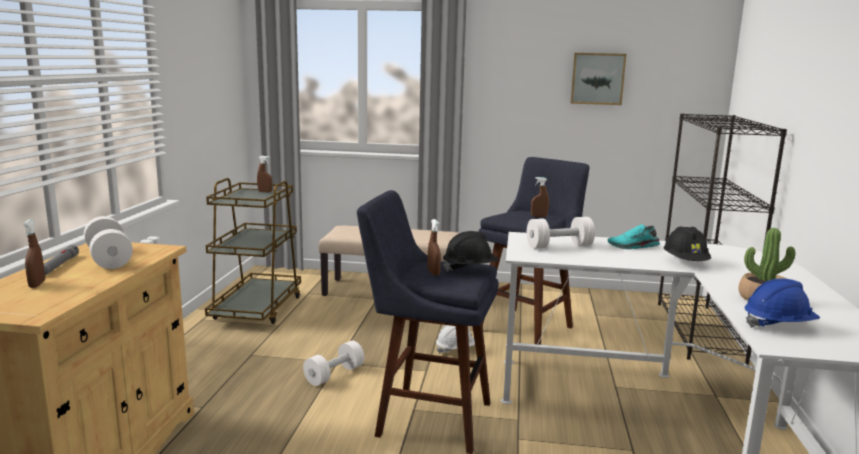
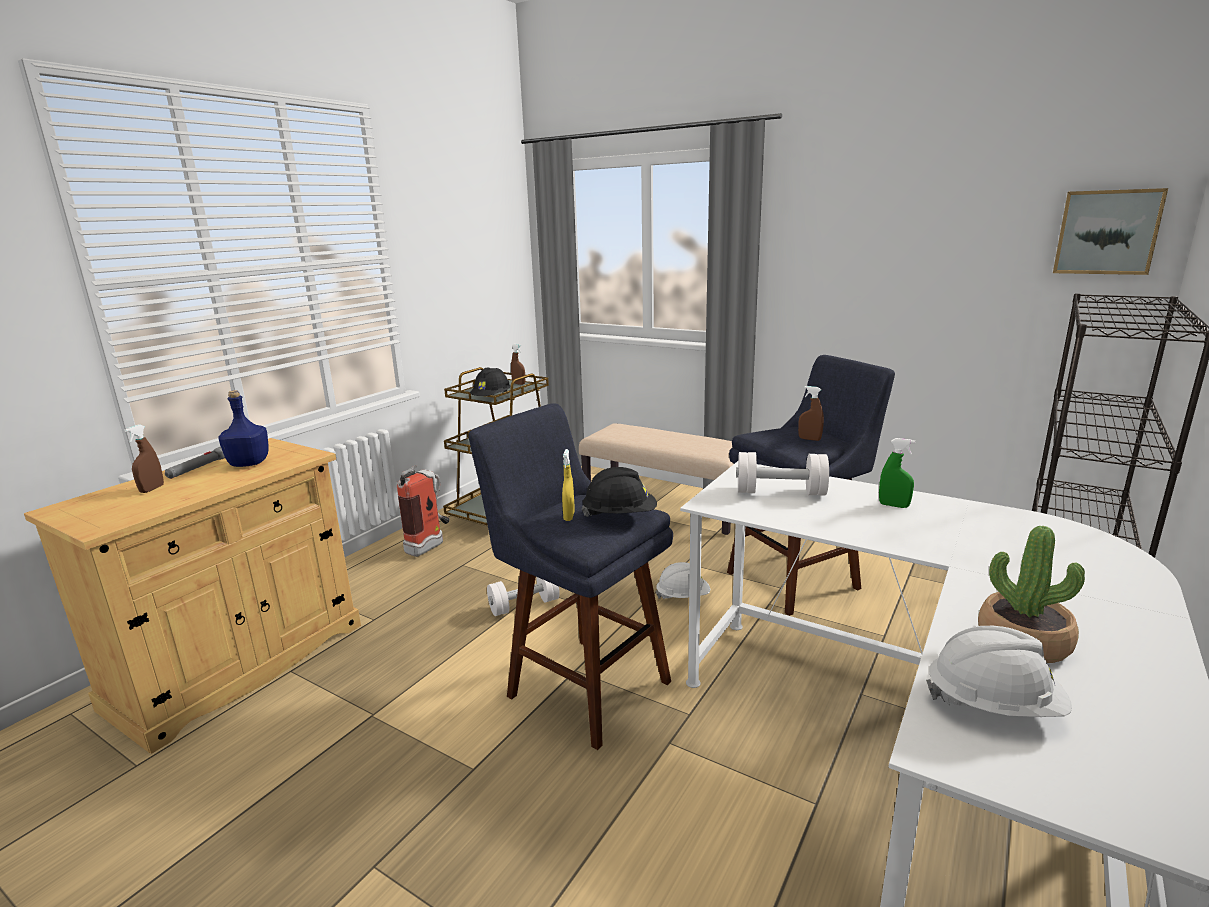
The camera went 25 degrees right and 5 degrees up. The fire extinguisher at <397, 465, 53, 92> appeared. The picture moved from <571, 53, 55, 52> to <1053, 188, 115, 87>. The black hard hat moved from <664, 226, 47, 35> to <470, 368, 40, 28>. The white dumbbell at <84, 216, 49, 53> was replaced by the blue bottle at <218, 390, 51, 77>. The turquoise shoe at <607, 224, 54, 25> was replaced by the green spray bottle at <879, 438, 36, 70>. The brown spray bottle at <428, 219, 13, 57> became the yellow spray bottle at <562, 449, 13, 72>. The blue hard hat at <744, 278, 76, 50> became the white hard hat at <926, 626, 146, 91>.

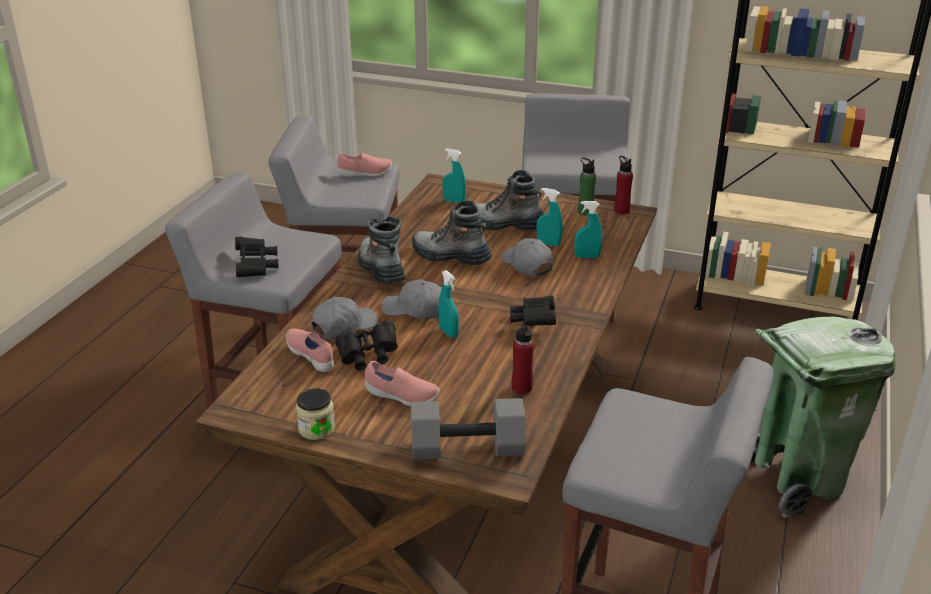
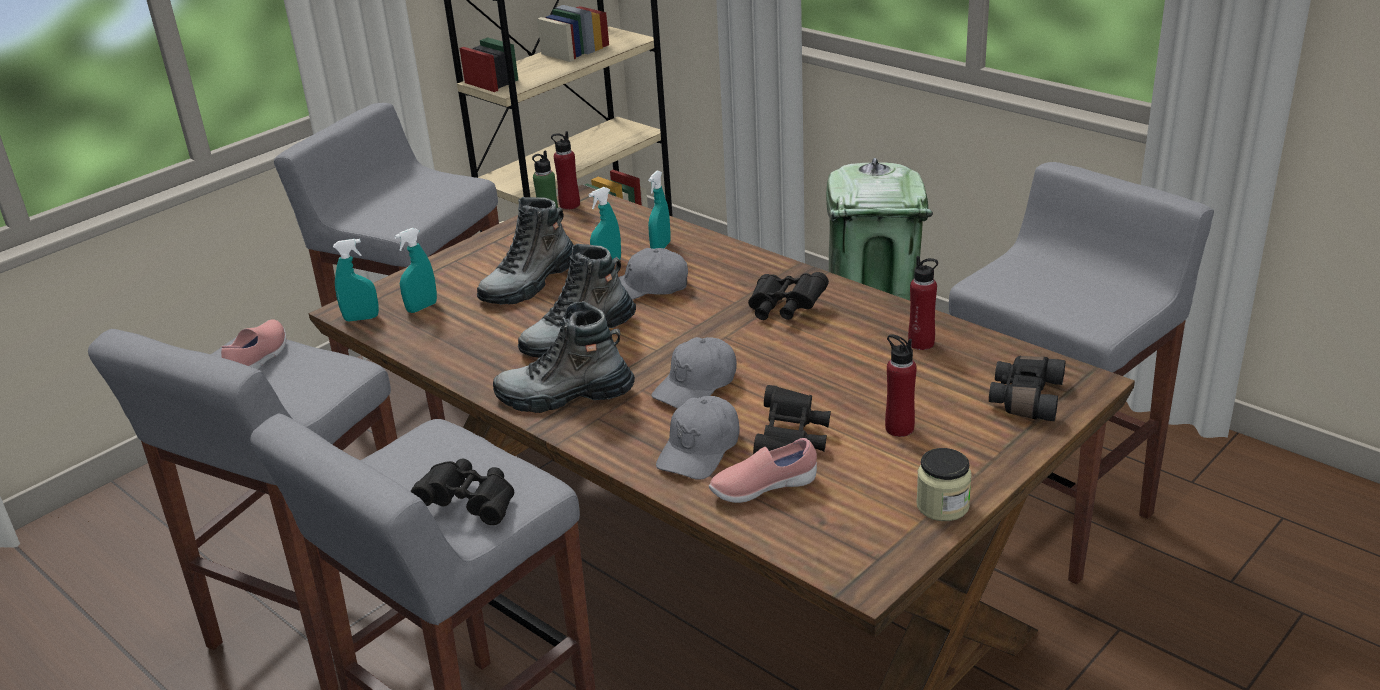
The camera went 65 degrees left and 0 degrees up. The turquoise spray bottle moved from <438, 270, 21, 68> to <333, 239, 46, 82>. The pink shoe at <365, 361, 75, 45> was replaced by the red bottle at <885, 334, 32, 103>. The grey dumbbell at <411, 398, 115, 62> was replaced by the black binoculars at <989, 356, 77, 65>. The grey cap at <311, 297, 67, 42> turned 135 degrees counterclockwise.

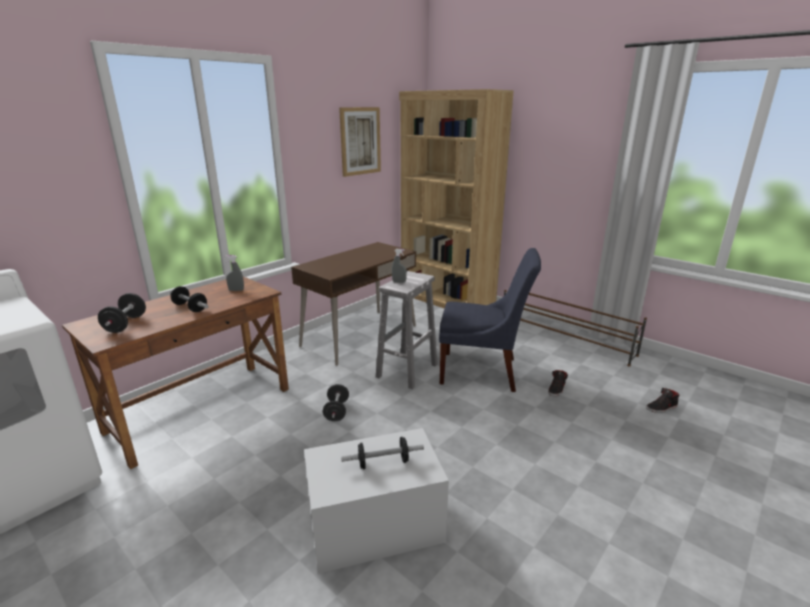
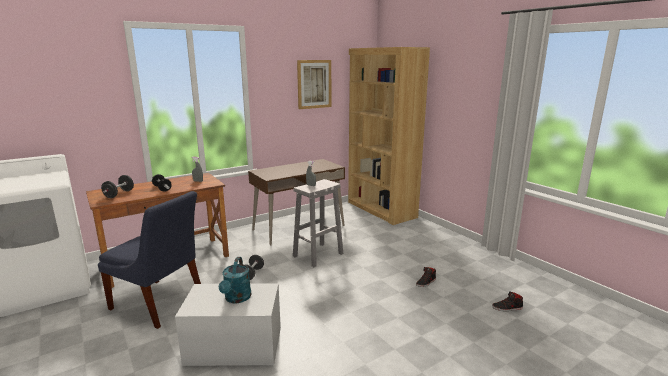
The camera went 15 degrees right and 5 degrees down. The brown shoe rack at <504, 290, 143, 77> disappeared. The blue chair moved from <439, 248, 102, 144> to <98, 191, 103, 138>. The dumbbell at <341, 437, 83, 32> was replaced by the turquoise watering can at <219, 257, 33, 46>.

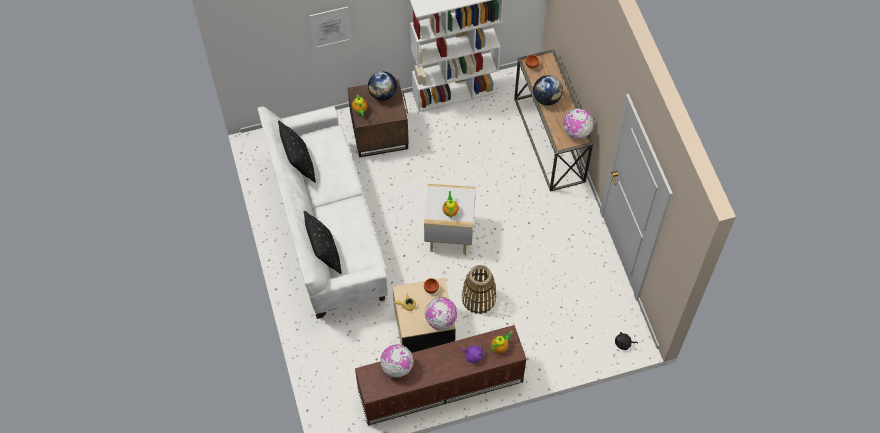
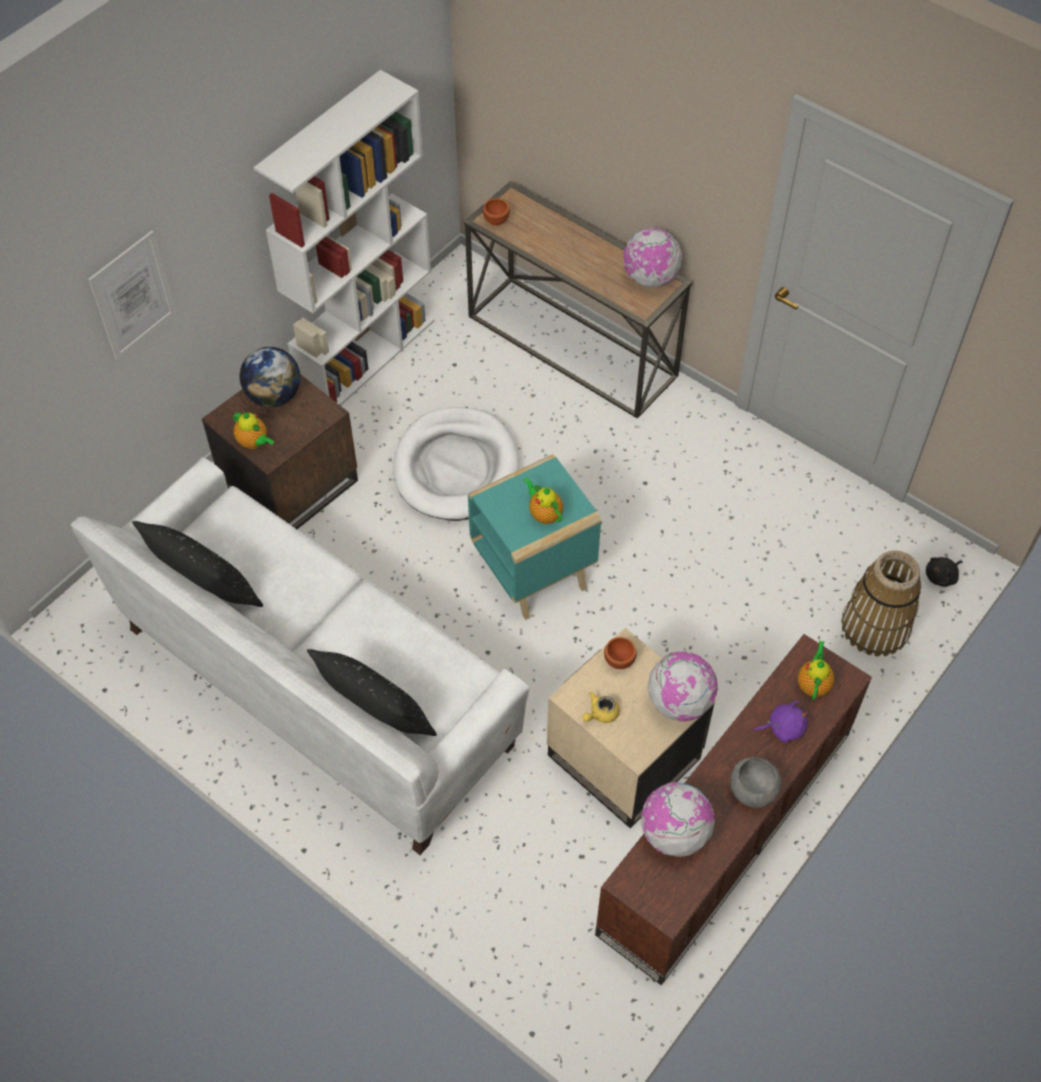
The camera went 35 degrees left and 5 degrees down. The globe at <533, 75, 30, 30> disappeared. The white dog bed at <393, 407, 126, 114> appeared. The grey bowl at <730, 757, 51, 51> appeared. The basket moved from <462, 265, 34, 49> to <841, 550, 80, 107>. The white side table at <424, 184, 52, 70> became the turquoise side table at <468, 455, 133, 165>.

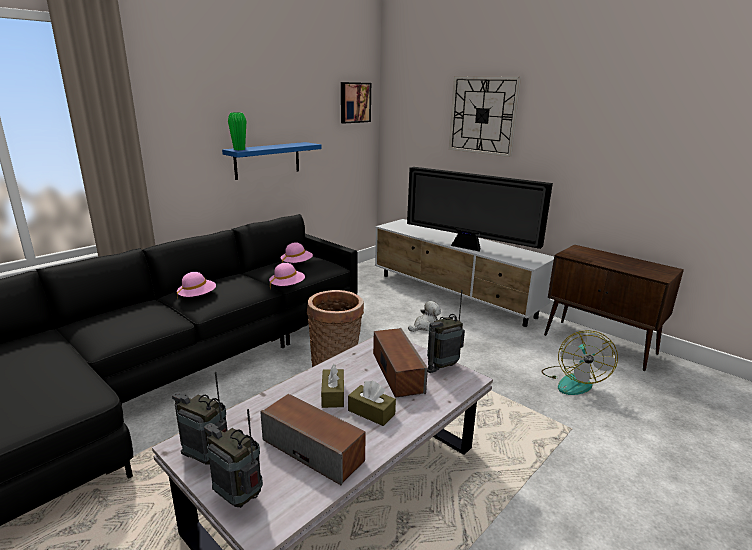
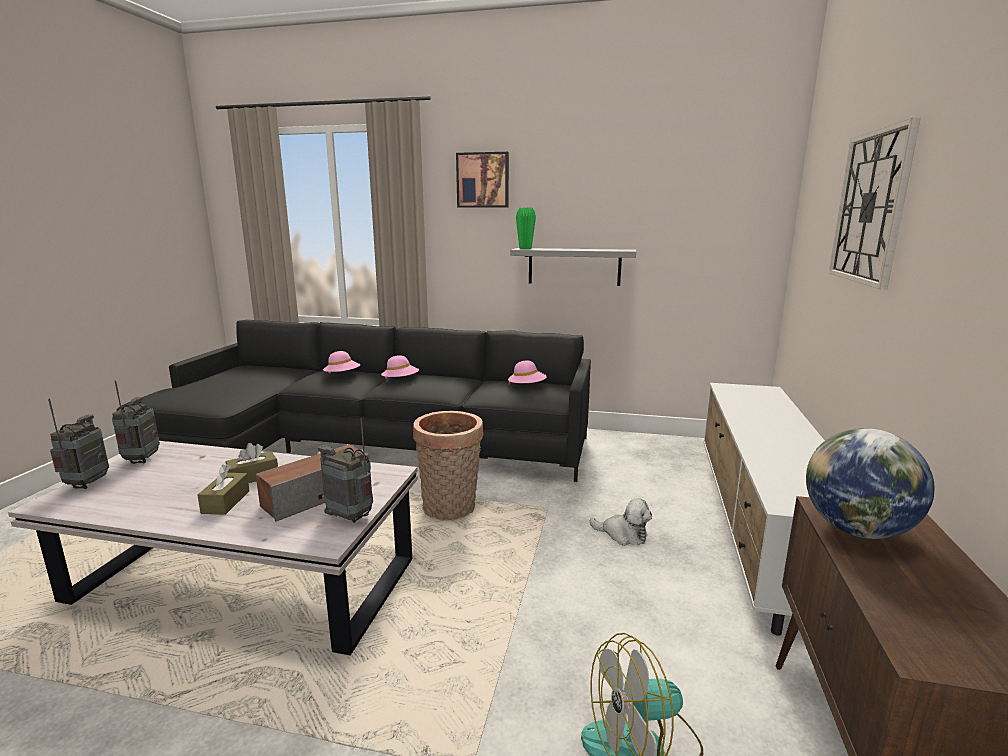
The camera went 60 degrees right and 5 degrees down. The speaker at <260, 394, 106, 91> disappeared. The television at <407, 167, 146, 85> disappeared. The globe at <806, 428, 128, 111> appeared. The pink hat moved from <269, 263, 36, 27> to <323, 351, 38, 23>. The picture moved from <341, 82, 30, 42> to <456, 152, 53, 56>. The blue shelf at <222, 142, 100, 38> became the grey shelf at <510, 248, 126, 38>.

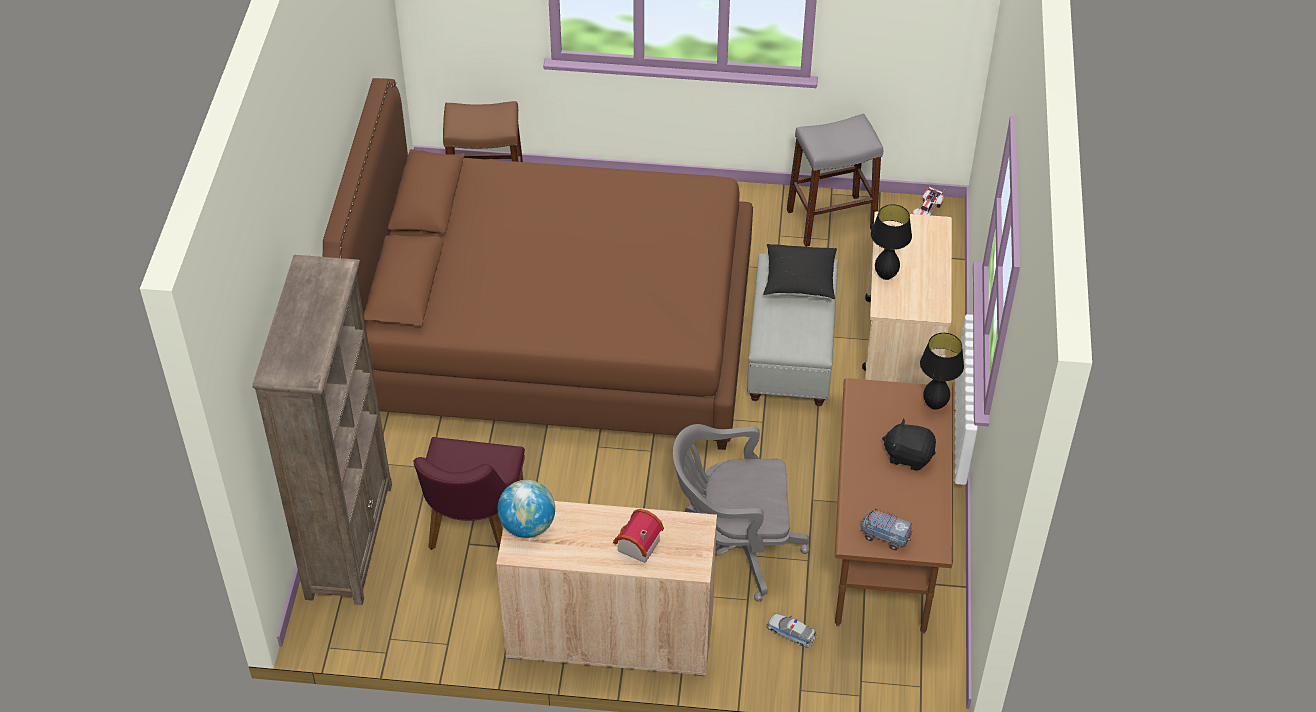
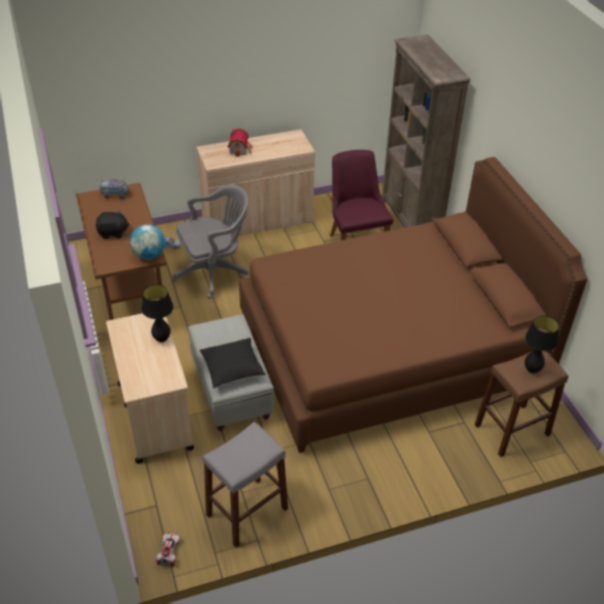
The camera went 155 degrees right and 5 degrees down. The globe moved from <498, 480, 57, 58> to <130, 224, 35, 35>. The black table lamp moved from <920, 333, 44, 77> to <525, 315, 34, 58>.

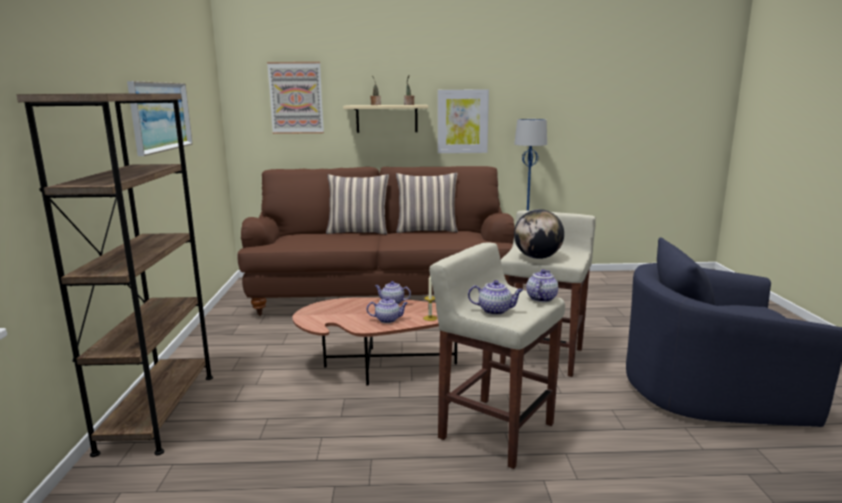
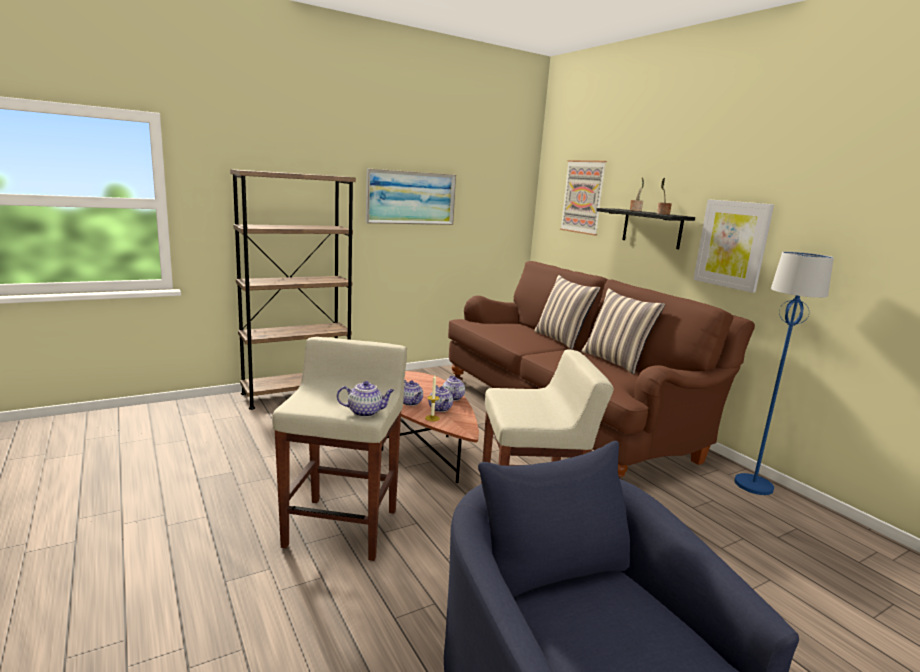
The camera went 60 degrees right and 0 degrees up. The globe at <514, 209, 50, 50> disappeared. The teapot moved from <468, 280, 55, 35> to <429, 385, 24, 27>. The beige shelf at <343, 105, 86, 28> became the black shelf at <597, 208, 98, 41>.

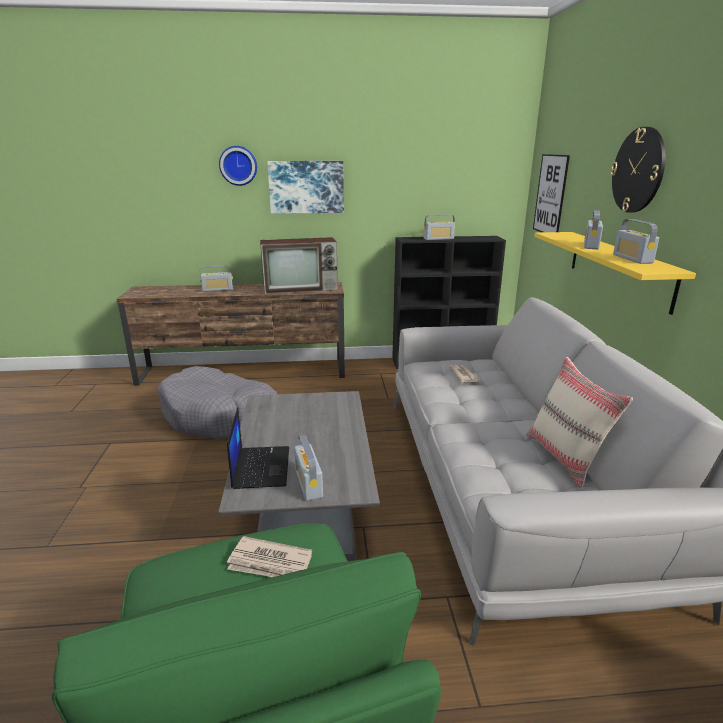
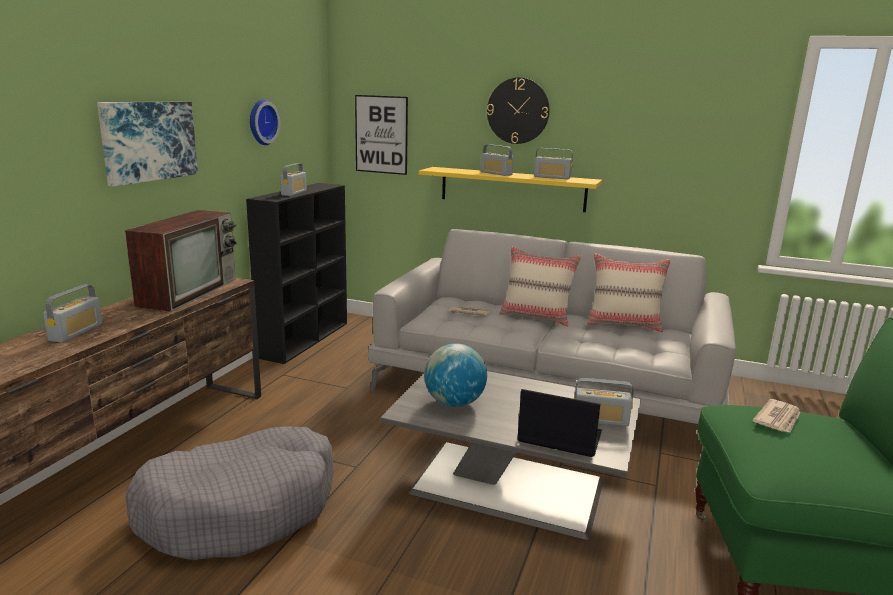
The camera went 65 degrees left and 5 degrees down. The globe at <424, 343, 63, 64> appeared. The beige pillow at <499, 246, 82, 80> appeared. The wall clock moved from <219, 146, 38, 40> to <250, 99, 30, 46>.

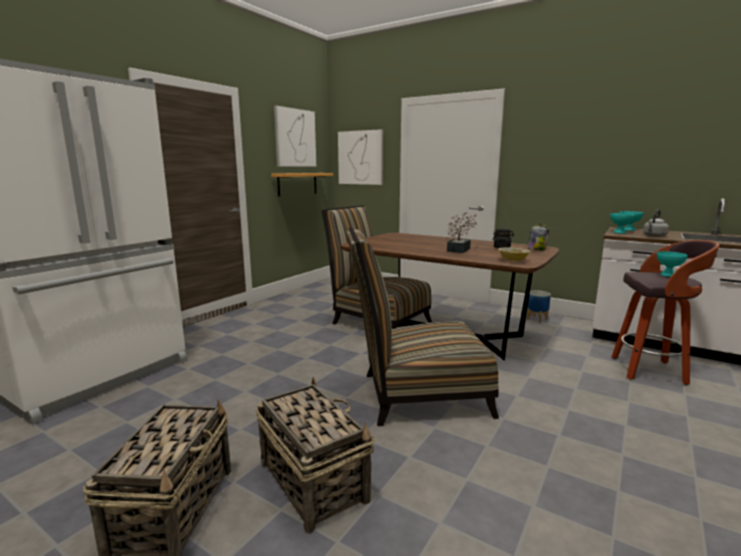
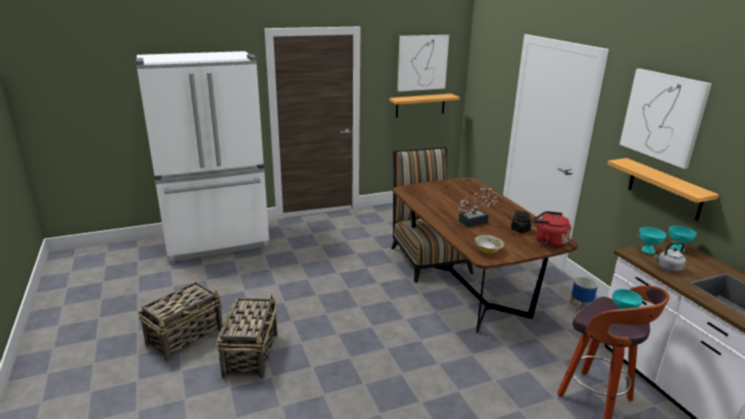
The camera went 35 degrees right and 10 degrees up. The chair at <347, 227, 152, 199> disappeared. The shelf at <607, 158, 112, 63> appeared. The picture moved from <338, 129, 45, 56> to <619, 68, 93, 101>. The jar at <528, 224, 21, 26> was replaced by the red kettle at <533, 211, 38, 37>.

